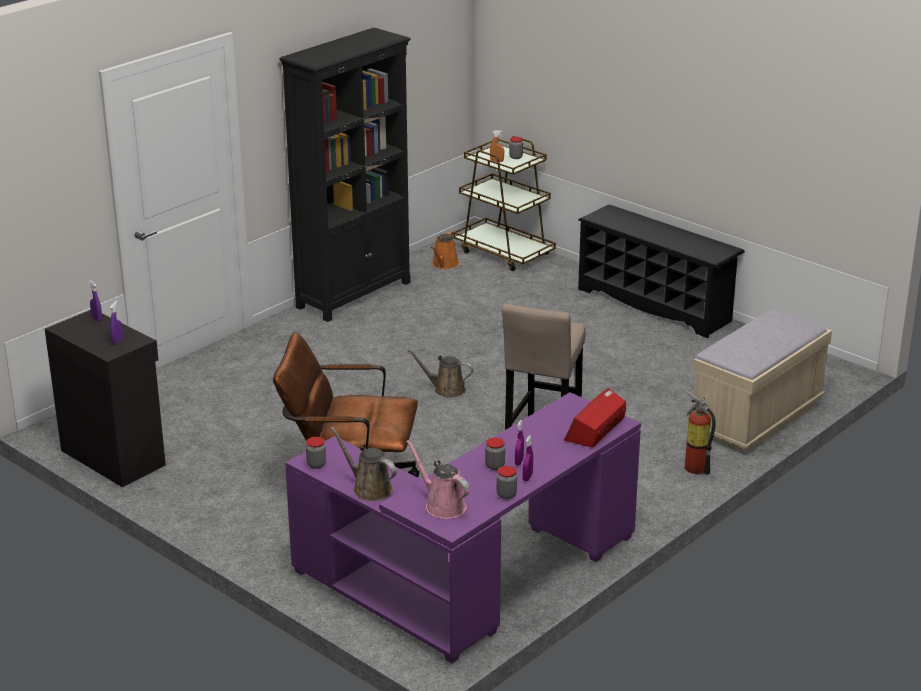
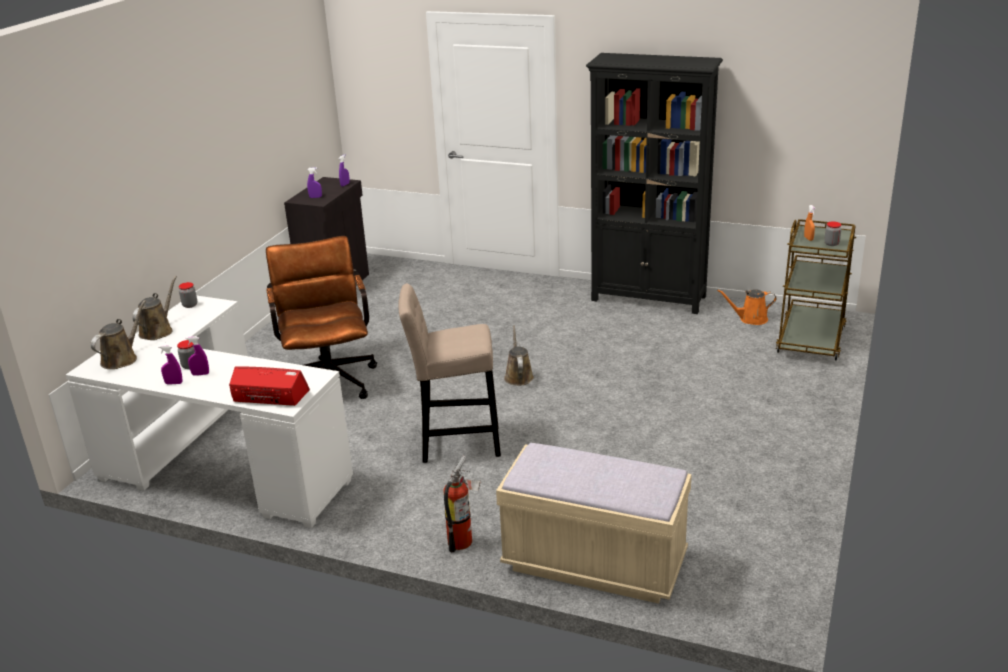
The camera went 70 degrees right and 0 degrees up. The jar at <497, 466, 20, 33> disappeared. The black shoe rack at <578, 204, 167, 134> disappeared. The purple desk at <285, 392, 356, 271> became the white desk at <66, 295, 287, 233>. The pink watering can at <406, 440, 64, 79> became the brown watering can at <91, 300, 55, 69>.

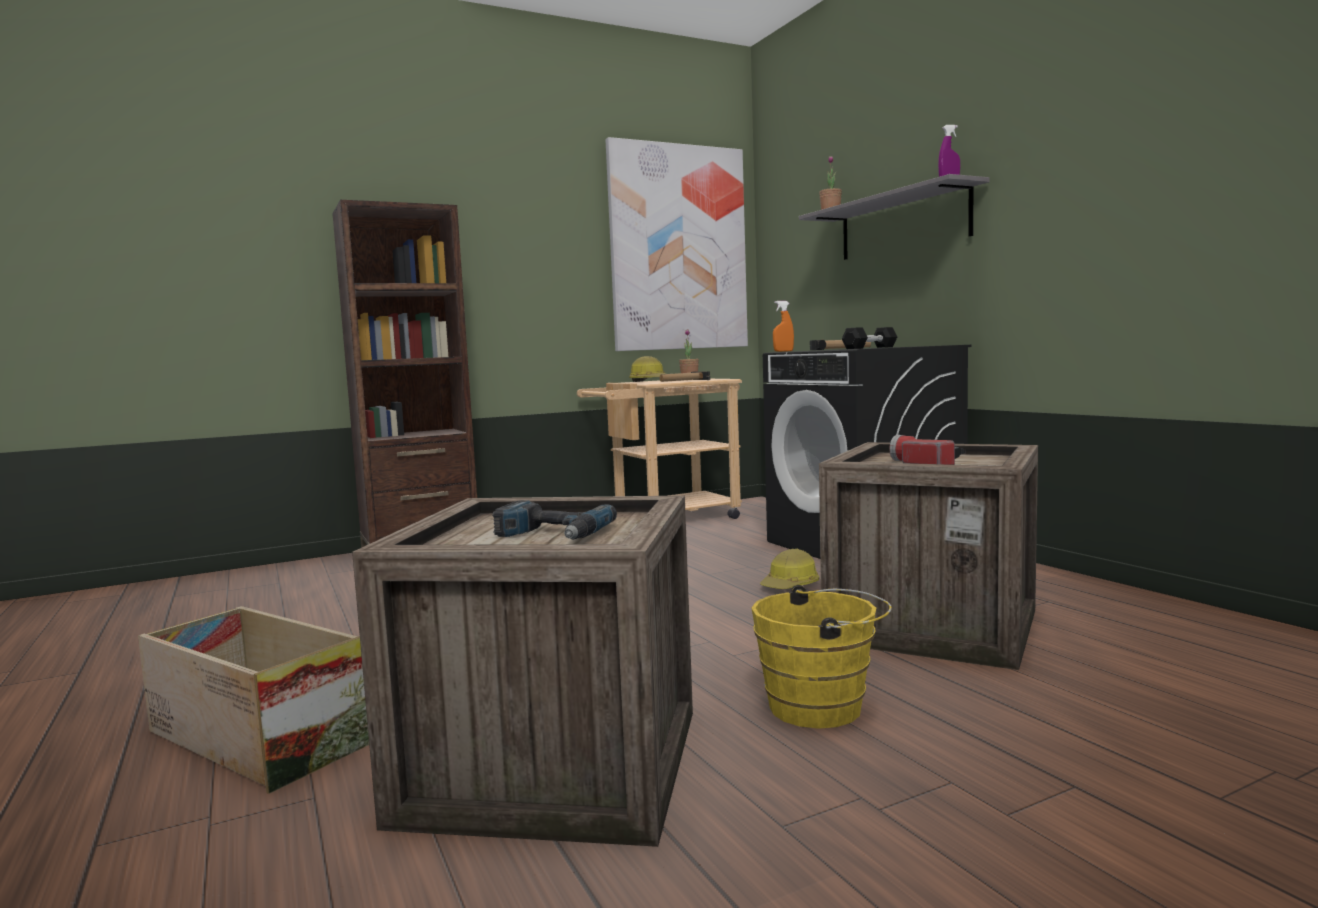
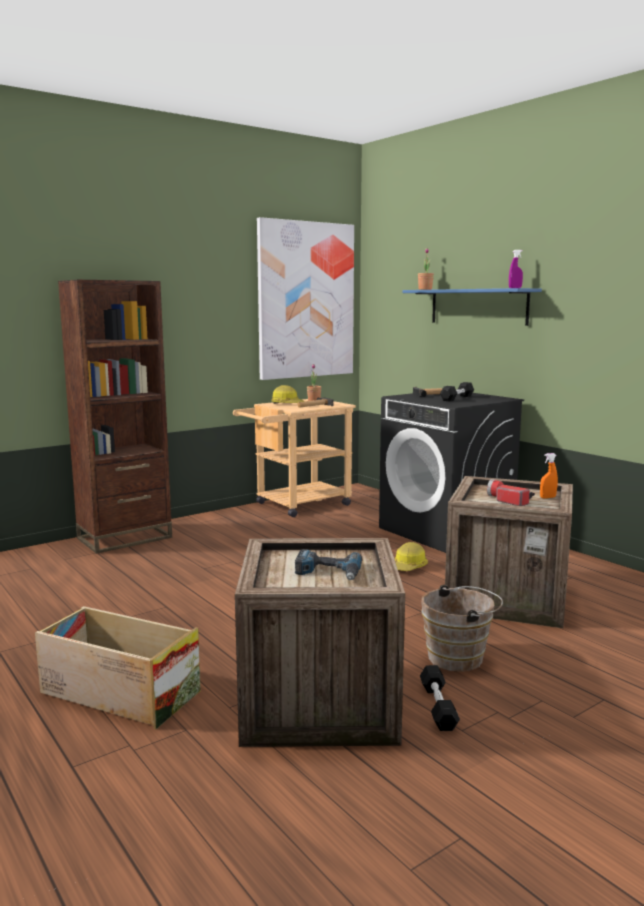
The camera went 10 degrees left and 5 degrees up. The black dumbbell at <420, 665, 40, 66> appeared. The orange spray bottle moved from <773, 301, 21, 51> to <540, 453, 18, 45>. The yellow bucket at <751, 585, 141, 144> became the brown bucket at <421, 585, 82, 87>. The grey shelf at <799, 174, 191, 86> became the blue shelf at <403, 288, 139, 38>.

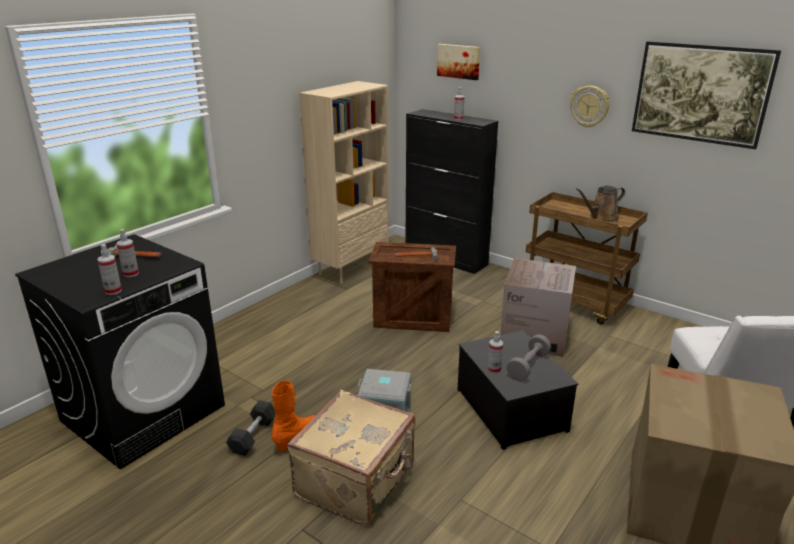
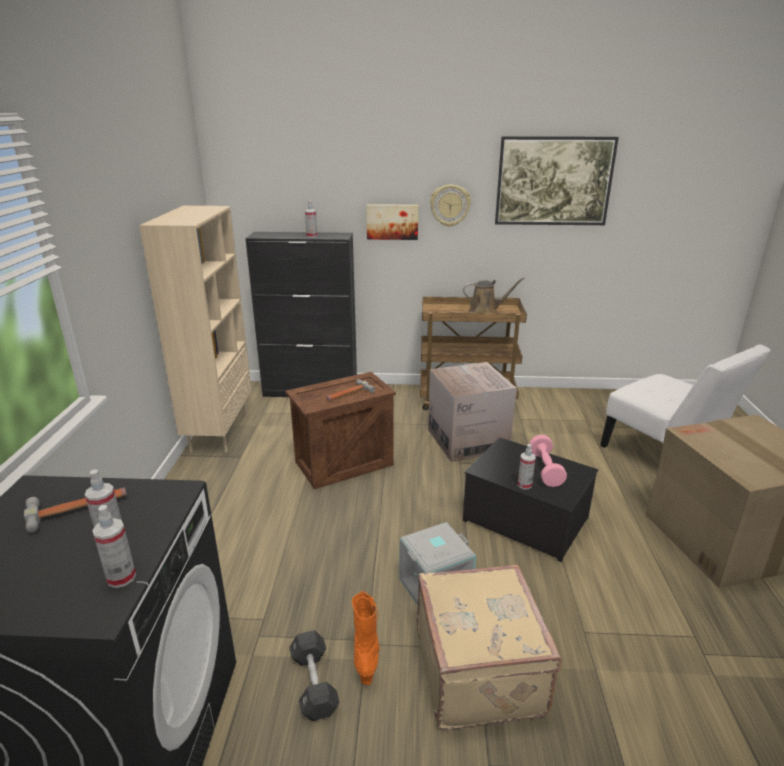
The camera went 35 degrees left and 0 degrees up. The picture moved from <437, 44, 43, 36> to <366, 204, 52, 36>. The grey dumbbell at <507, 334, 44, 47> became the pink dumbbell at <529, 435, 38, 52>. The brown watering can at <576, 186, 49, 36> turned 120 degrees counterclockwise.

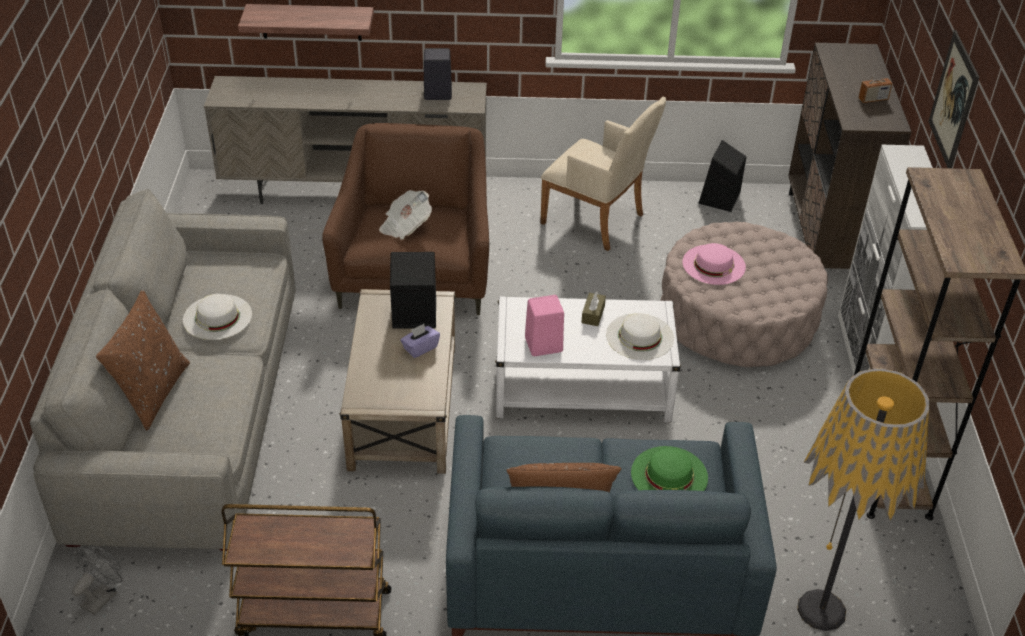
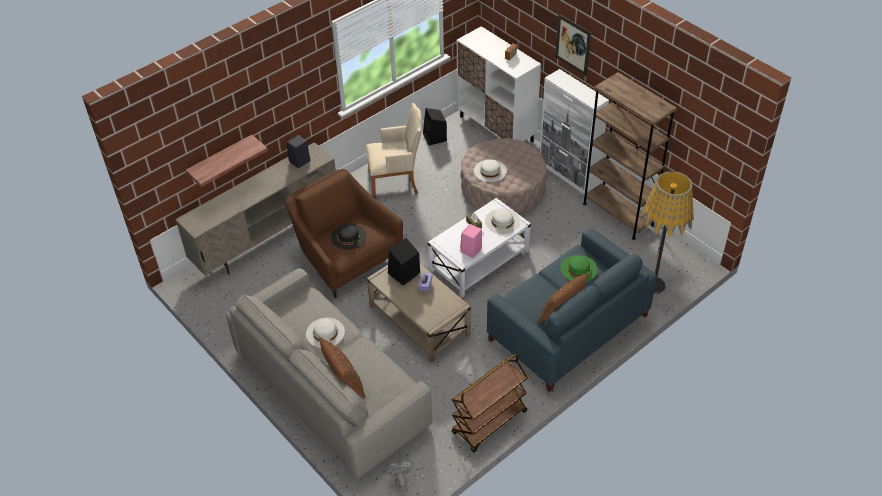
The camera went 40 degrees left and 5 degrees up. The newspaper at <379, 190, 53, 50> was replaced by the black hat at <331, 224, 36, 26>. The pink hat at <682, 243, 64, 42> became the white hat at <474, 159, 33, 23>. The brown cabinet at <788, 43, 124, 226> became the white cabinet at <457, 26, 84, 116>.

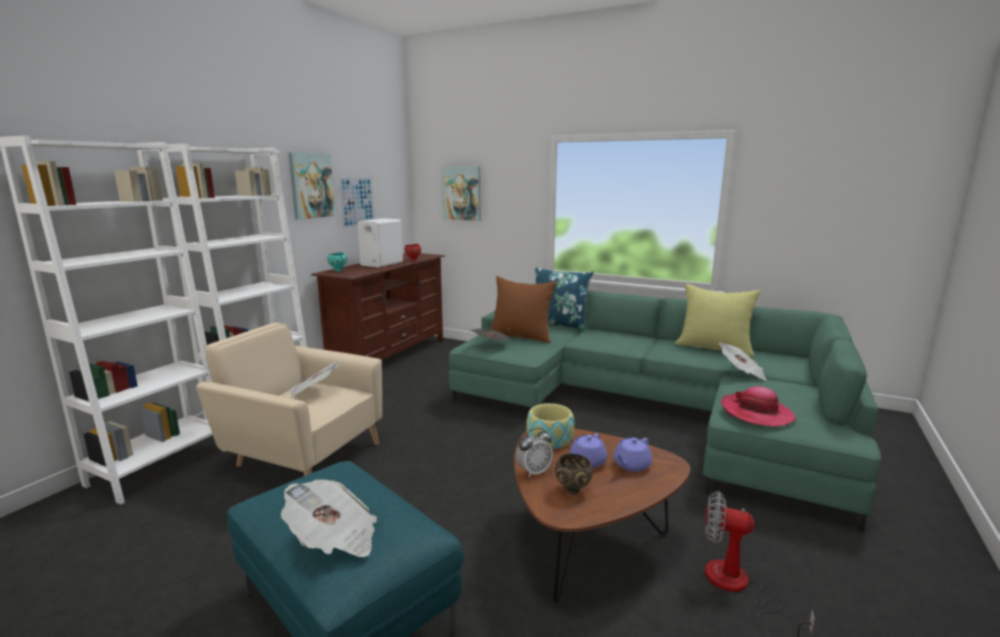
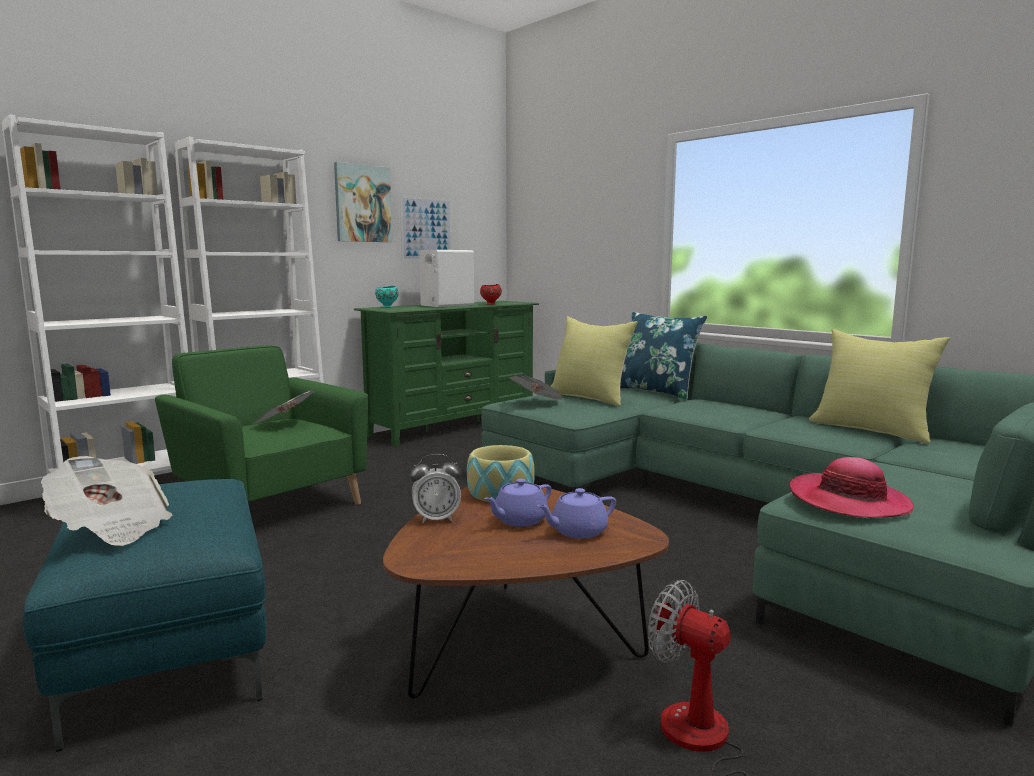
The camera went 20 degrees right and 5 degrees down. The picture at <442, 167, 39, 54> disappeared. The brown bowl at <555, 454, 38, 41> disappeared. The newspaper at <719, 343, 47, 37> disappeared. The beige armchair at <196, 323, 186, 153> became the green armchair at <155, 345, 213, 160>. The brown tv stand at <311, 253, 134, 107> became the green tv stand at <354, 301, 185, 146>. The brown pillow at <490, 276, 67, 67> became the yellow pillow at <551, 316, 87, 90>.

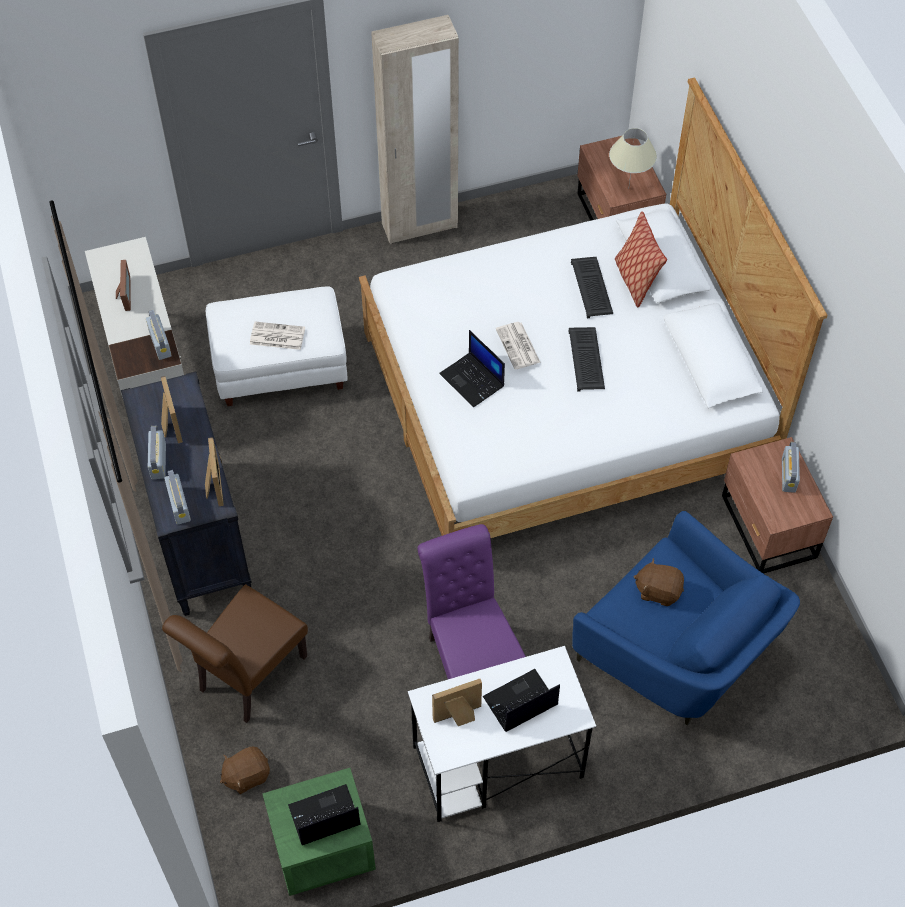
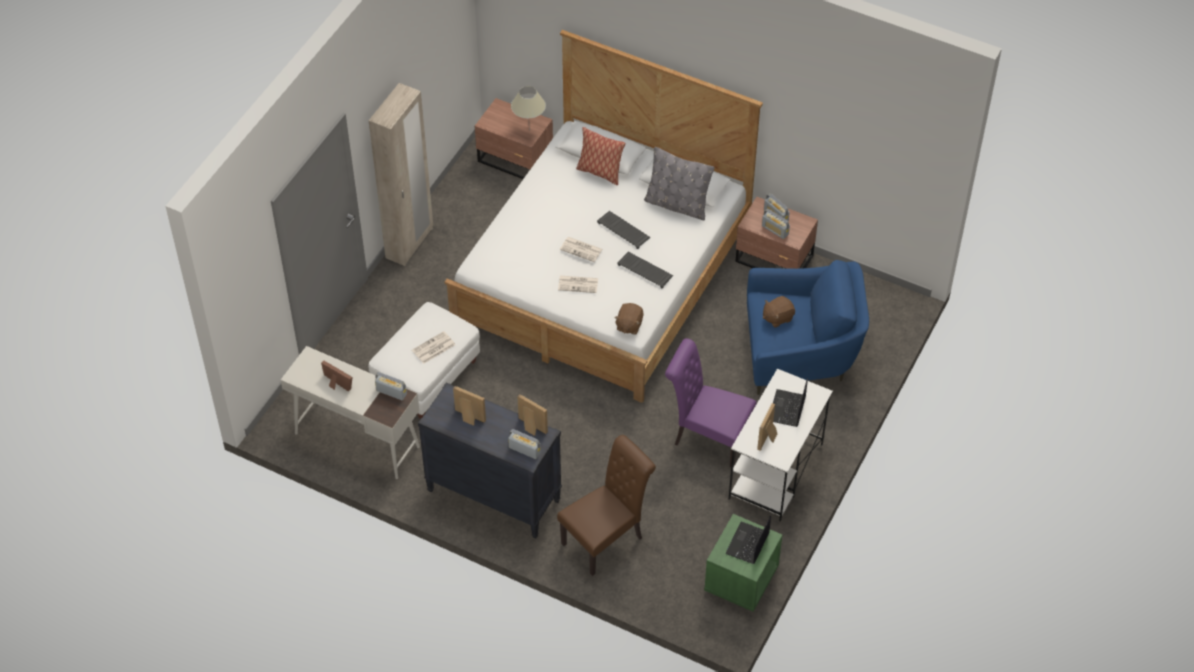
The camera went 45 degrees left and 5 degrees down. The grey pillow at <644, 147, 70, 73> appeared. The radio moved from <148, 426, 18, 53> to <762, 209, 28, 30>. The brown plush toy moved from <220, 747, 50, 47> to <614, 303, 30, 32>. The keyboard moved from <571, 257, 42, 61> to <617, 252, 56, 37>. The laptop at <439, 330, 66, 77> was replaced by the newspaper at <558, 276, 40, 17>. The brown chair at <162, 584, 146, 139> turned 120 degrees counterclockwise.

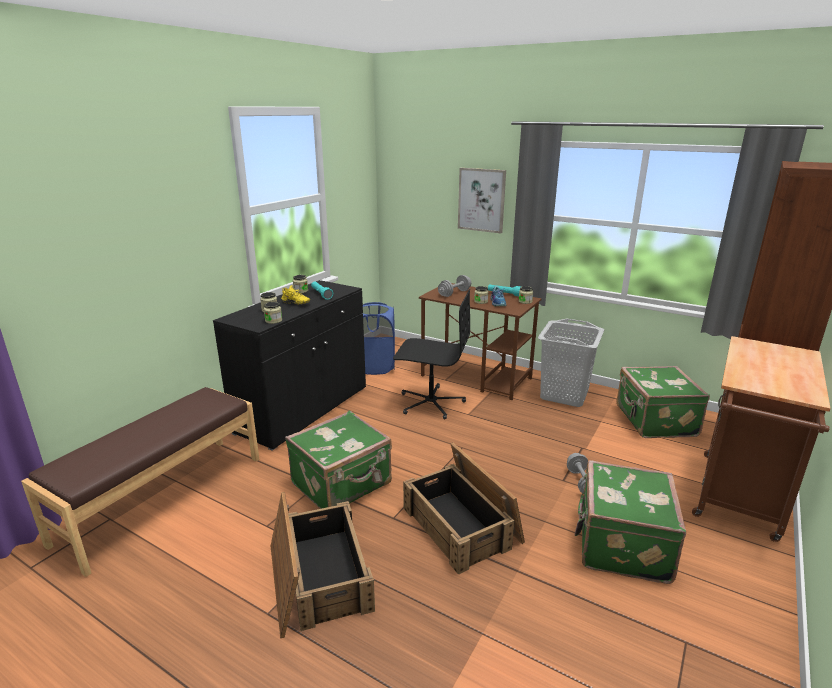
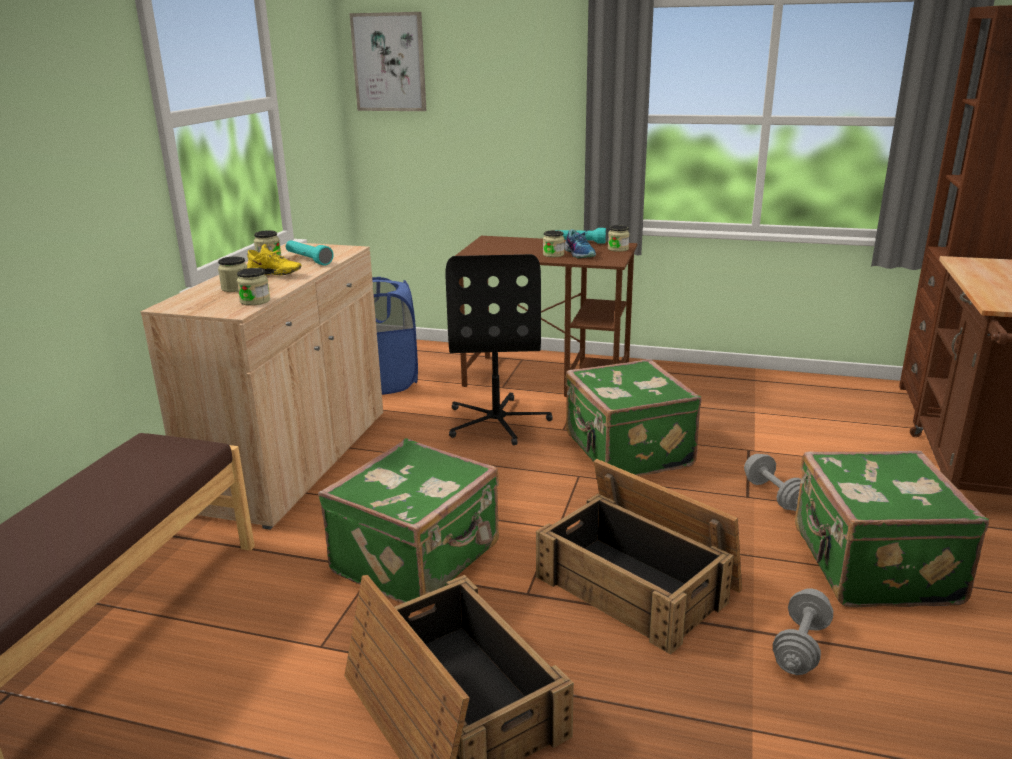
The camera went 15 degrees left and 0 degrees up. The grey laundry basket at <538, 319, 66, 88> disappeared. The grey dumbbell moved from <438, 275, 33, 22> to <773, 588, 60, 87>. The picture moved from <458, 168, 48, 65> to <349, 12, 77, 99>. The green suitcase moved from <616, 366, 94, 72> to <565, 359, 136, 117>. The black cabinet at <213, 280, 153, 171> became the beige cabinet at <140, 243, 243, 287>. The black office chair at <393, 289, 78, 131> turned 90 degrees clockwise.

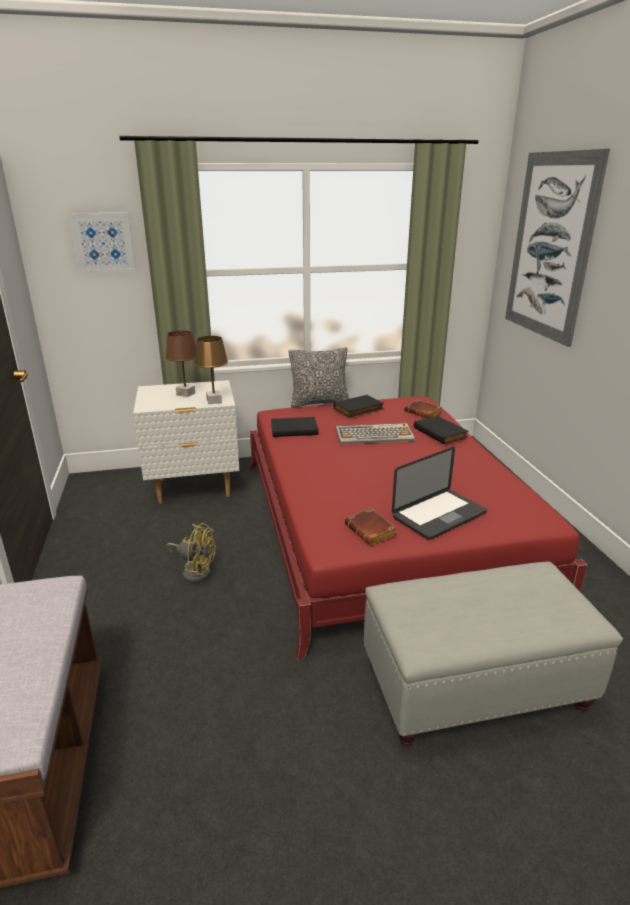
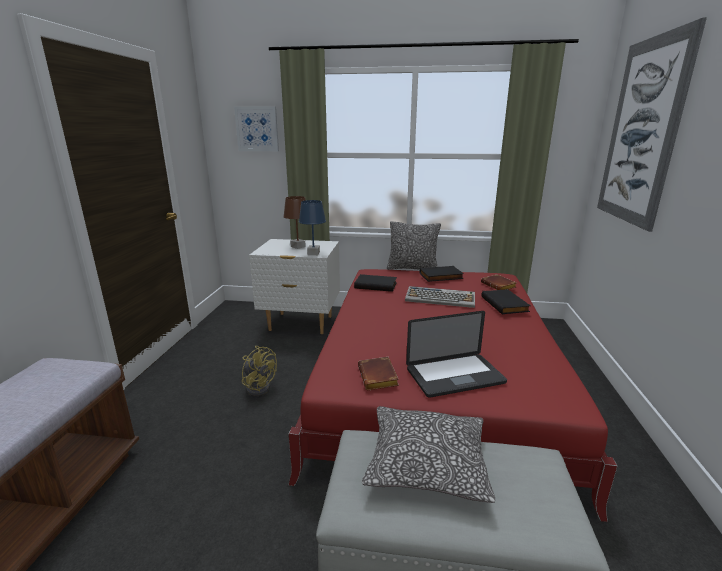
The camera went 20 degrees right and 5 degrees down. The pillow at <362, 406, 133, 97> appeared. The brown table lamp at <194, 336, 34, 68> became the blue table lamp at <299, 200, 27, 55>.

